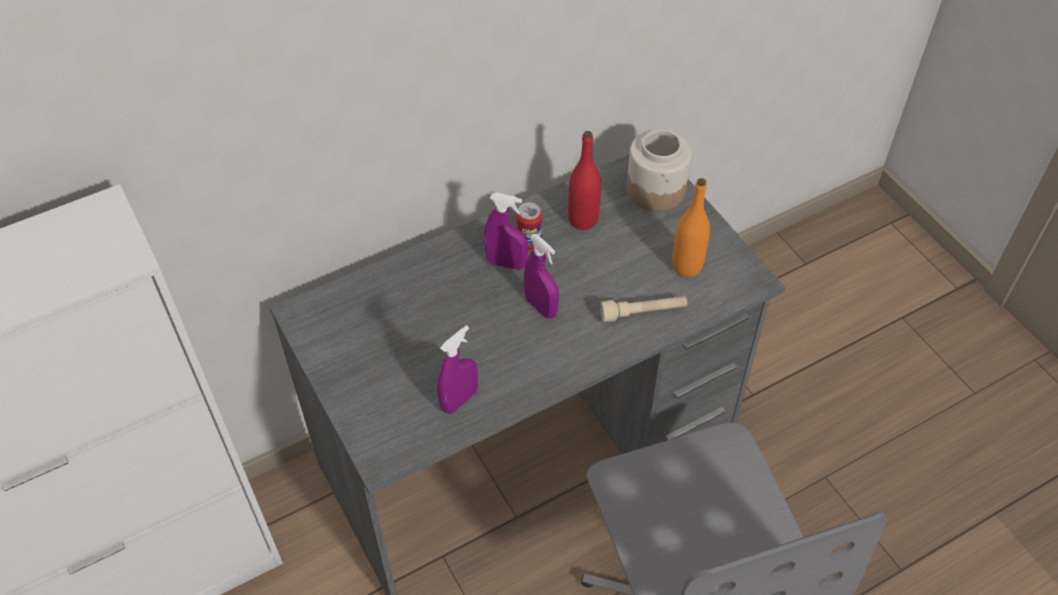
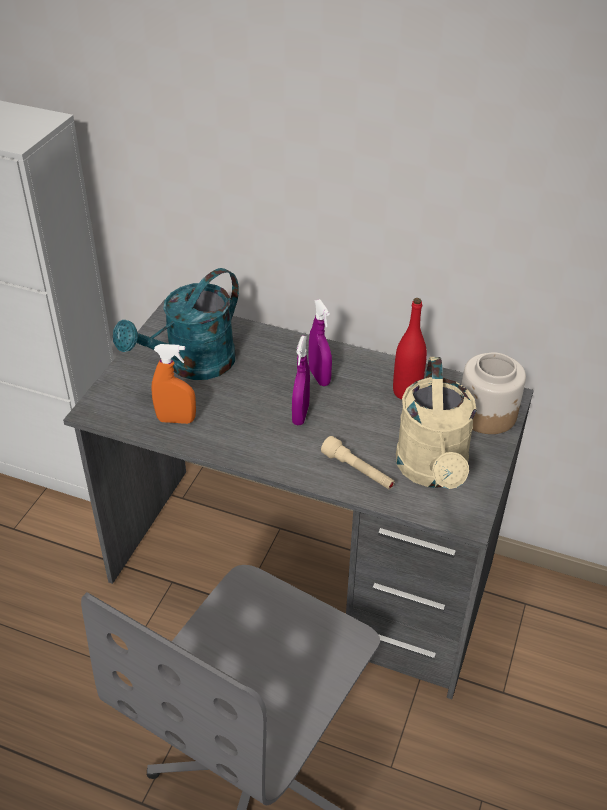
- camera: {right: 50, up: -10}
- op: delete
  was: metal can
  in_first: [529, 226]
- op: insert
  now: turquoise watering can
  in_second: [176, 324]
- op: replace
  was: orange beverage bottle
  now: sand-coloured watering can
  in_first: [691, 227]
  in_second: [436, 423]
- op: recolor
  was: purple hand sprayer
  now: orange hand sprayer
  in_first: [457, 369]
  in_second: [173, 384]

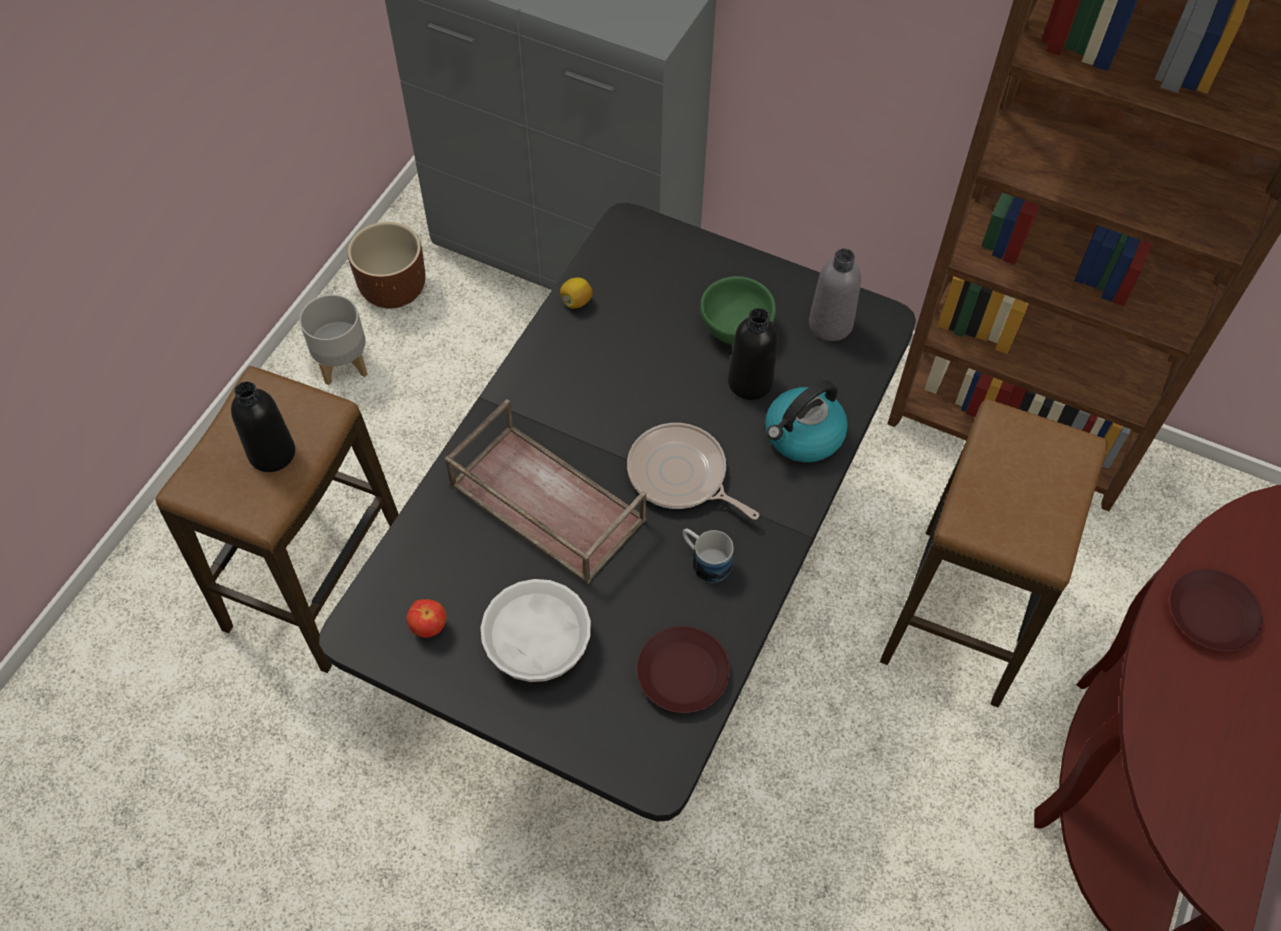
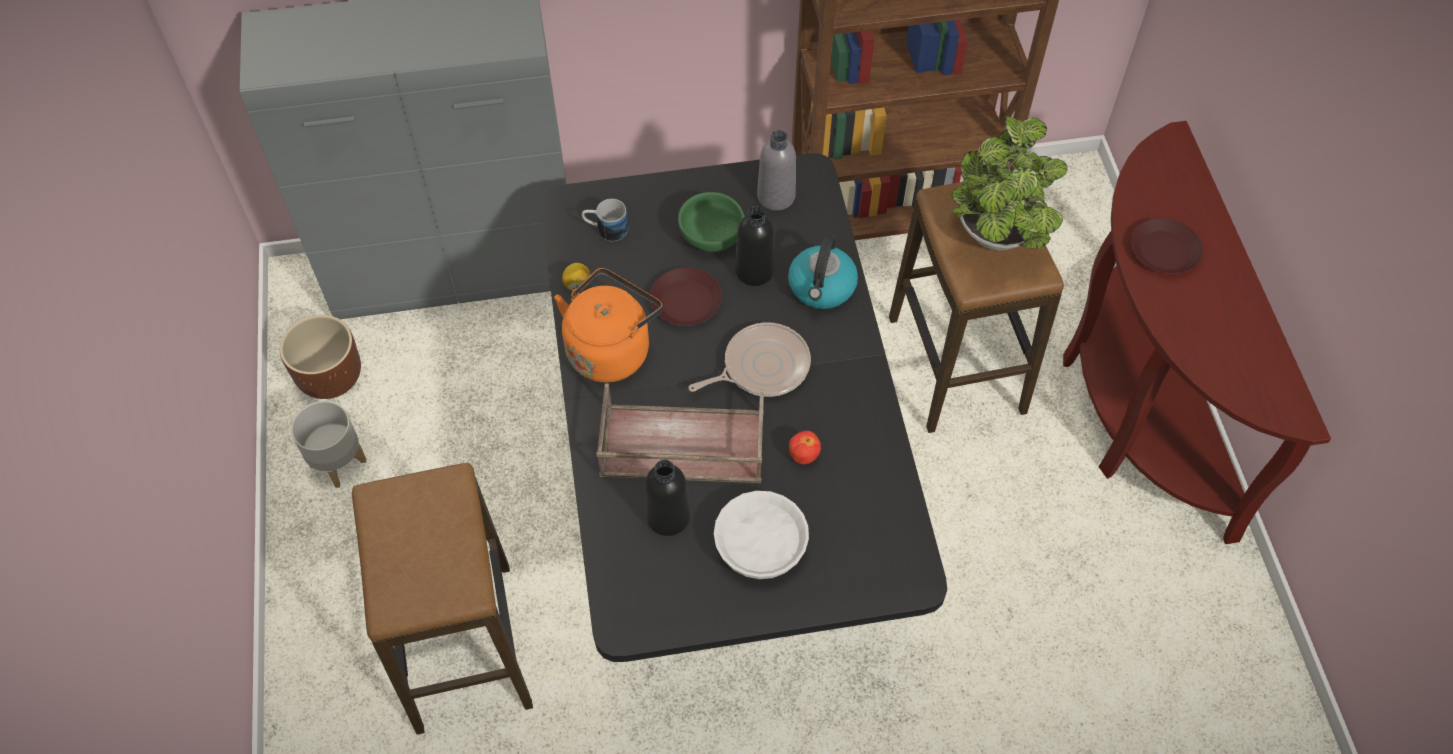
- camera: {right: -35, up: 0}
- op: insert
  now: orange tea kettle
  in_second: [608, 325]
- op: insert
  now: potted plant
  in_second: [1010, 183]
- op: move
  was: black-coloured beverage bottle
  in_first: [263, 426]
  in_second: [667, 498]
- op: move
  was: apple
  in_first: [426, 618]
  in_second: [805, 447]
- op: move
  was: brown plate
  in_first: [683, 669]
  in_second: [686, 296]
- op: move
  was: mug
  in_first: [708, 556]
  in_second: [605, 220]
- op: rotate
  was: pan
  in_first: [693, 471]
  in_second: [749, 359]
  clockwise: 150

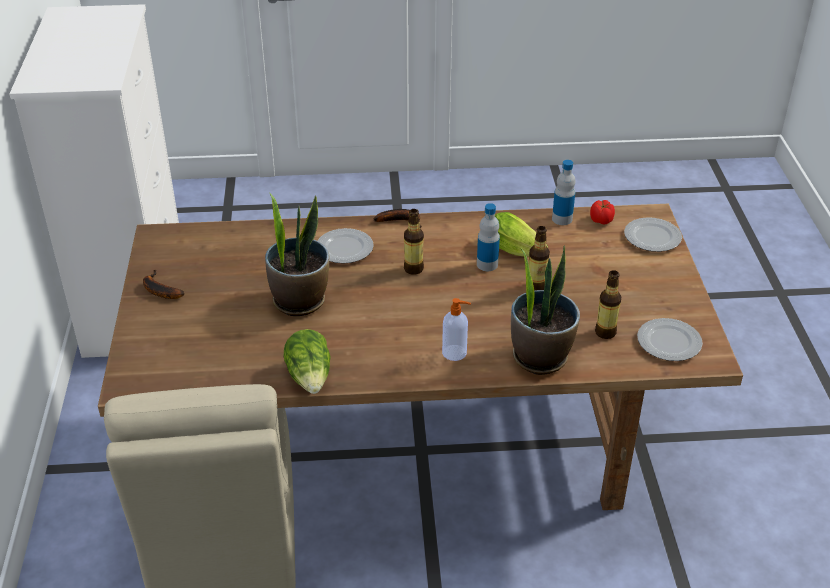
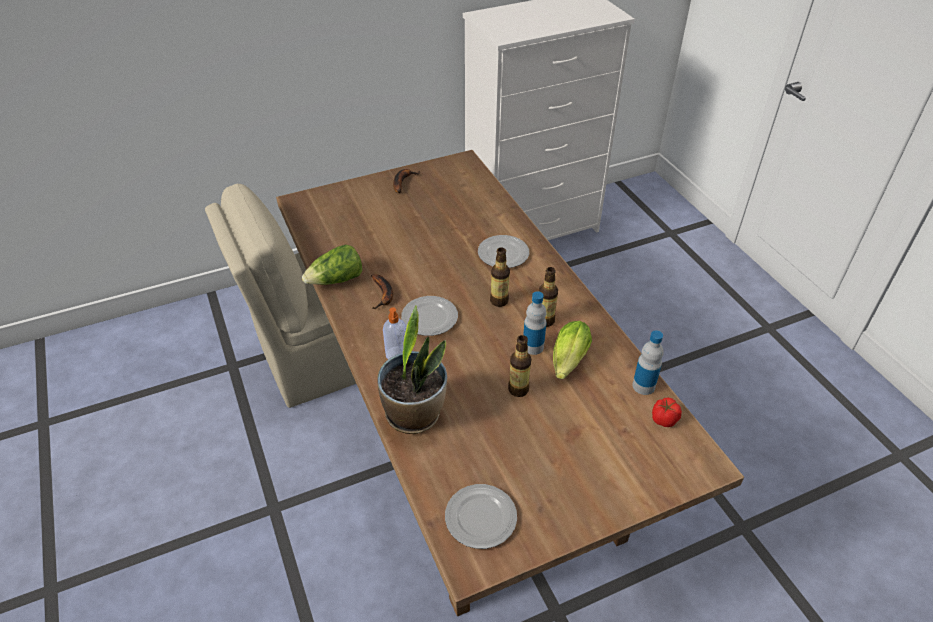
- camera: {right: 70, up: 5}
- op: delete
  was: potted plant
  in_first: [297, 254]
- op: move
  was: banana
  in_first: [397, 218]
  in_second: [382, 291]
- op: move
  was: beverage bottle
  in_first: [608, 304]
  in_second: [548, 297]
- op: move
  was: plate
  in_first: [653, 234]
  in_second: [429, 316]

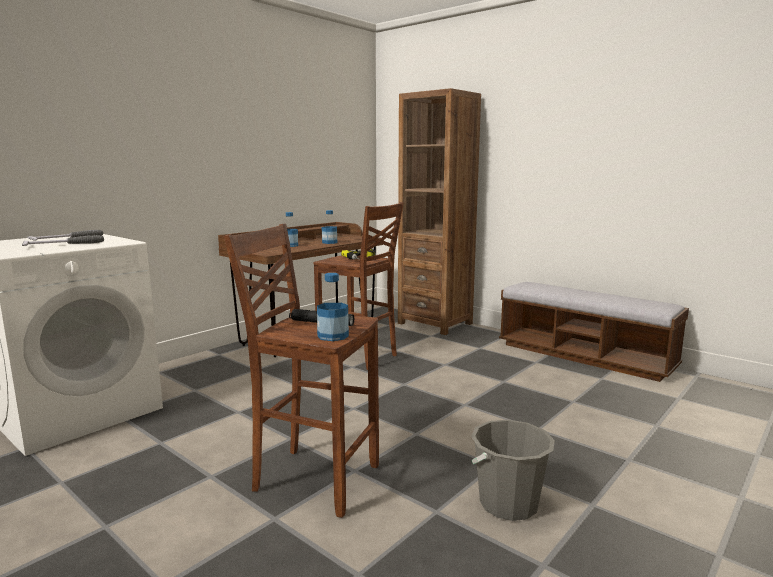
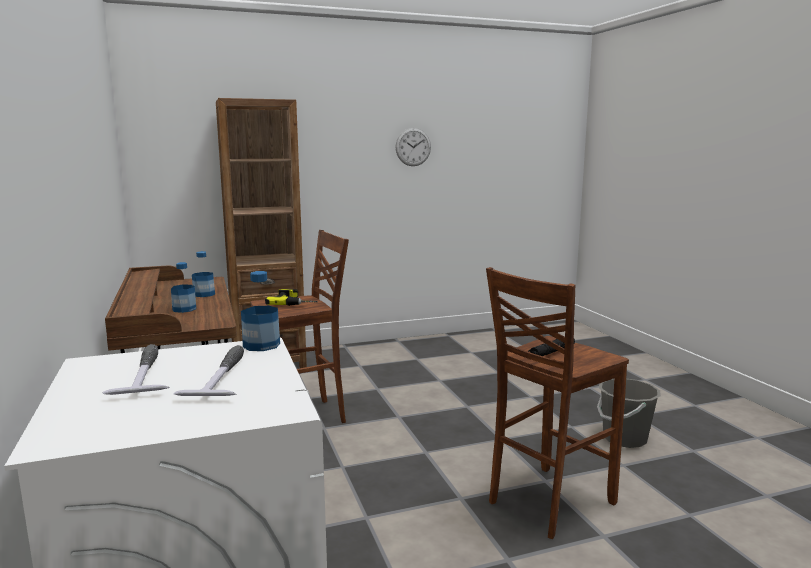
- camera: {right: -60, up: 0}
- op: delete
  was: long seat
  in_first: [594, 332]
- op: insert
  now: clock on the wall
  in_second: [413, 147]
- op: move
  was: beverage bottle
  in_first: [333, 307]
  in_second: [260, 311]

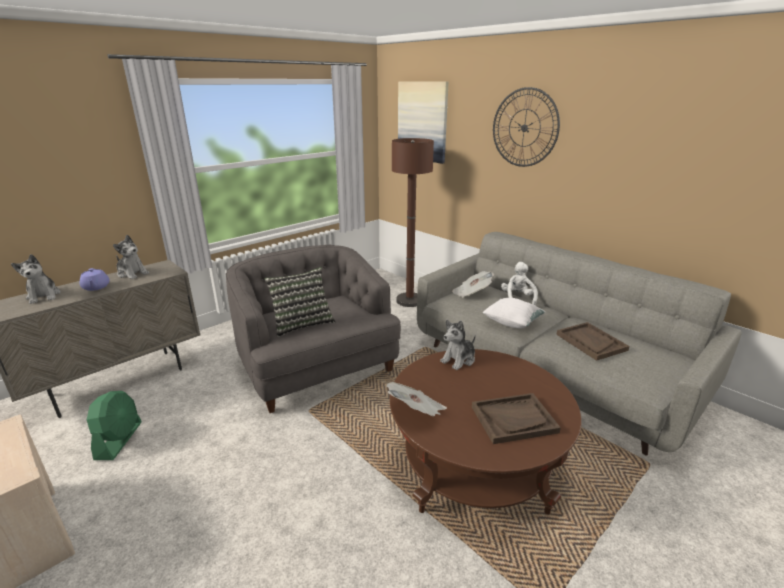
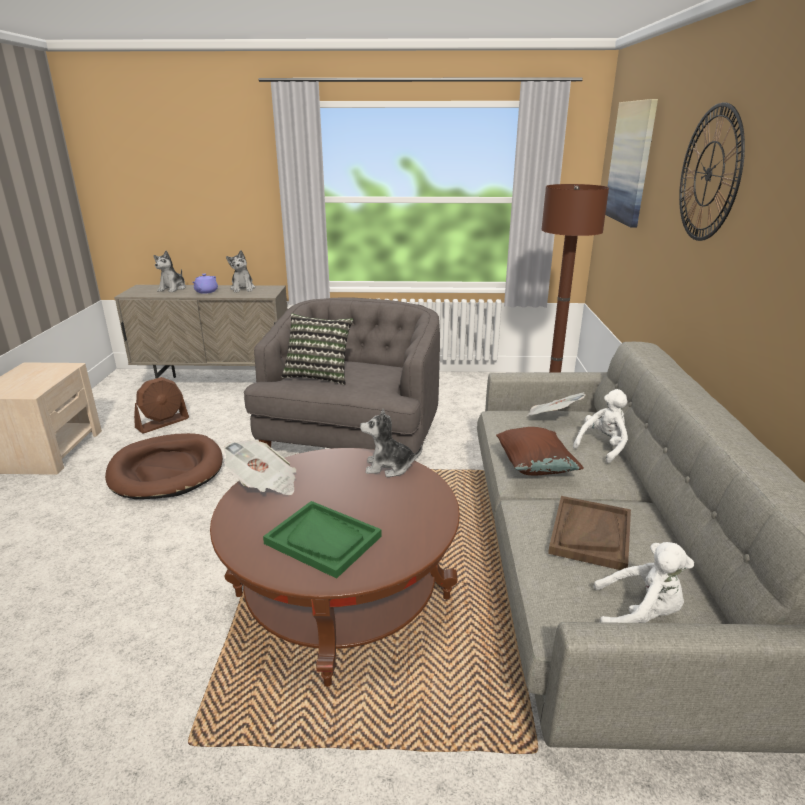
- camera: {right: 45, up: 0}
- op: insert
  now: brown dog cushion
  in_second: [164, 466]
- op: insert
  now: white-coloured plush toy
  in_second: [643, 582]
- op: recolor
  was: green electric fan
  now: brown electric fan
  in_first: [114, 425]
  in_second: [161, 405]
- op: recolor
  was: brown carrying tray
  now: green carrying tray
  in_first: [516, 418]
  in_second: [322, 540]
- op: recolor
  was: white-coloured pillow
  now: brown pillow
  in_first: [513, 313]
  in_second: [539, 451]

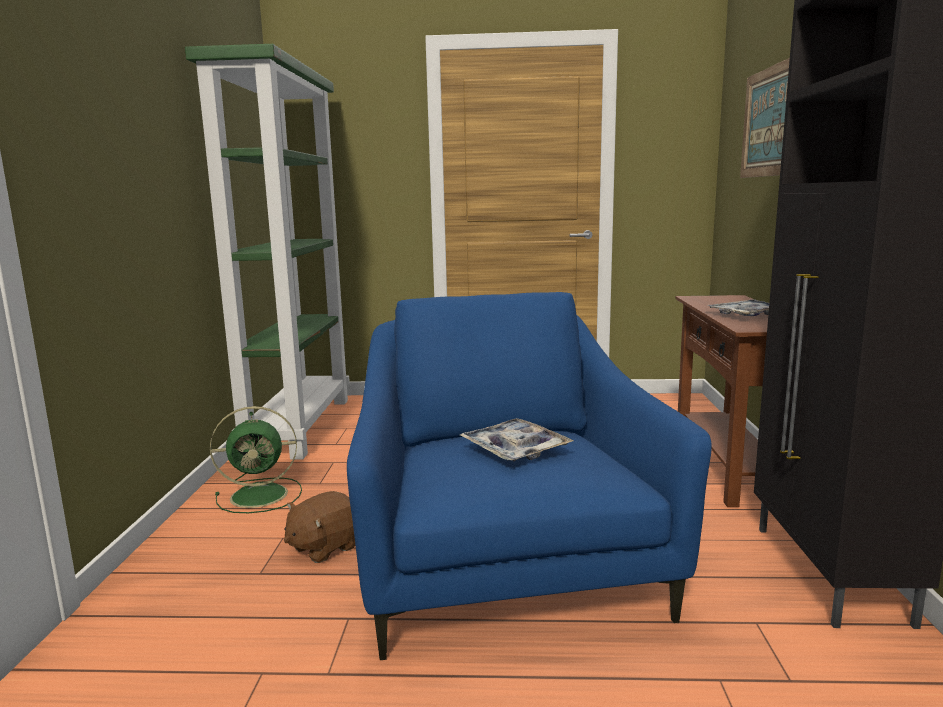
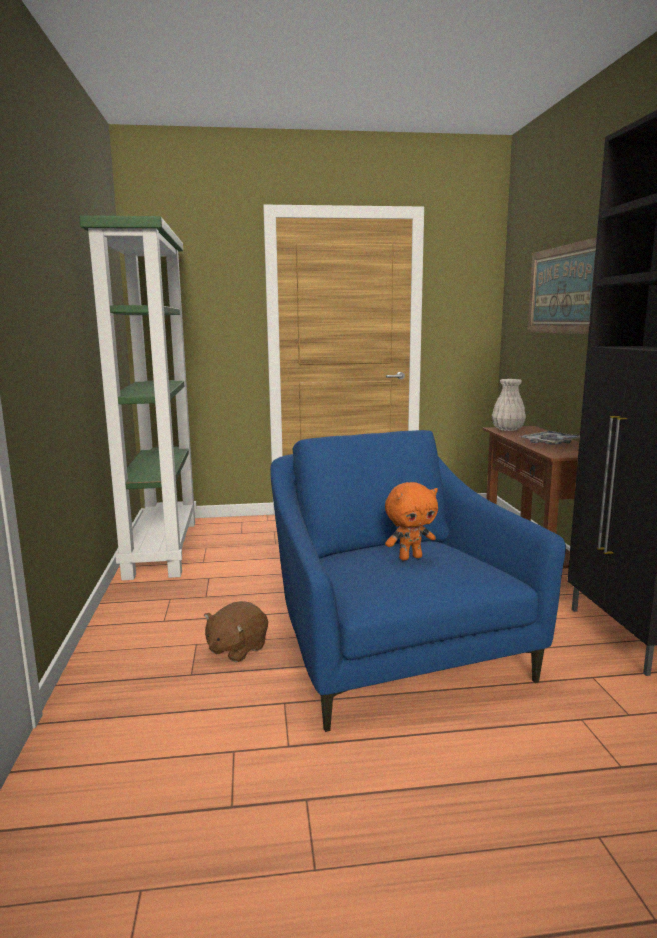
- camera: {right: -10, up: 0}
- op: delete
  was: green electric fan
  in_first: [256, 459]
- op: insert
  now: white-coloured decorative vase
  in_second: [509, 405]
- op: replace
  was: carrying tray
  now: orange plush toy
  in_first: [516, 439]
  in_second: [411, 521]

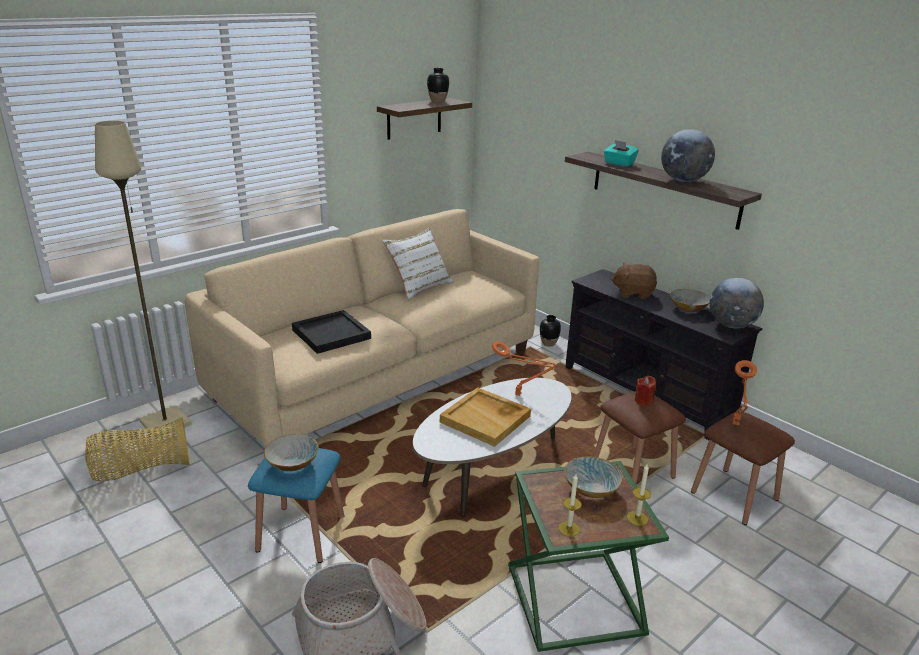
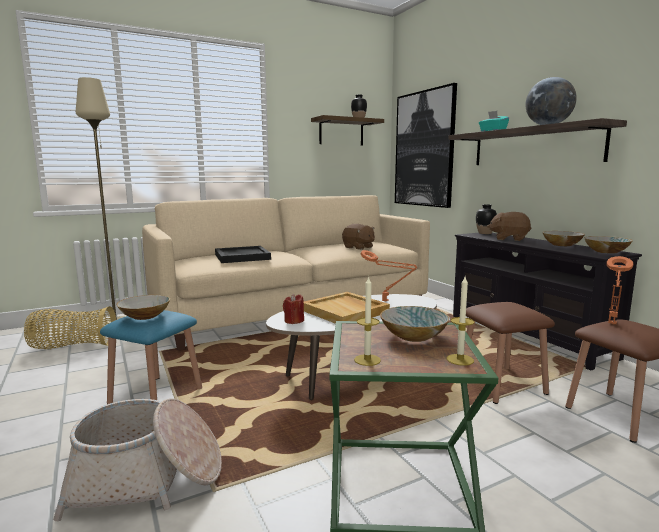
- camera: {right: 15, up: -15}
- op: delete
  was: white-coloured pillow
  in_first: [418, 263]
- op: insert
  now: brown plush toy
  in_second: [358, 237]
- op: insert
  now: picture
  in_second: [426, 145]
- op: move
  was: black-coloured decorative vase
  in_first: [550, 331]
  in_second: [486, 219]
- op: move
  was: reddish wax candle
  in_first: [645, 391]
  in_second: [293, 309]
- op: replace
  was: desk globe
  now: serving bowl
  in_first: [737, 303]
  in_second: [608, 245]

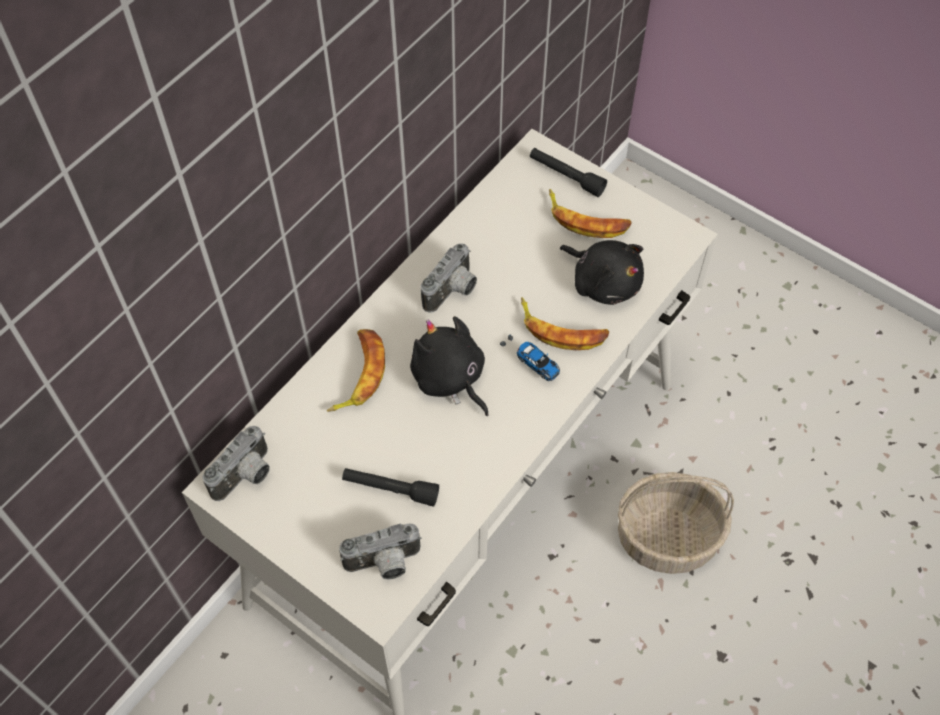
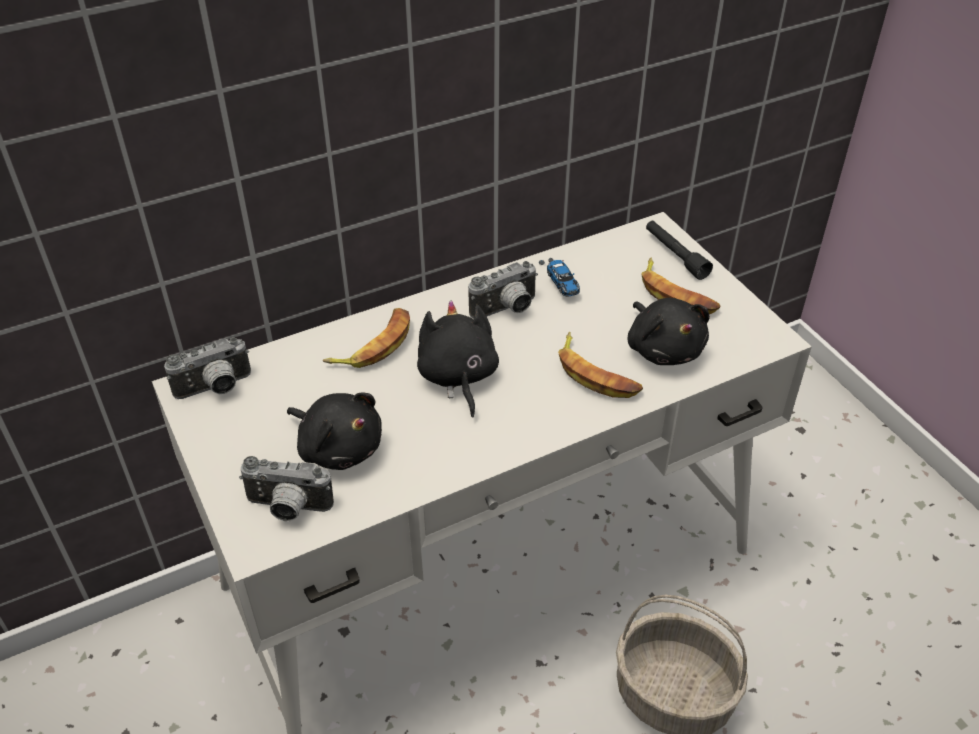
- camera: {right: 25, up: -15}
- op: move
  was: miniature car
  in_first: [530, 358]
  in_second: [559, 277]
- op: replace
  was: black-coloured torch
  now: black-coloured plush toy
  in_first: [390, 487]
  in_second: [334, 431]

